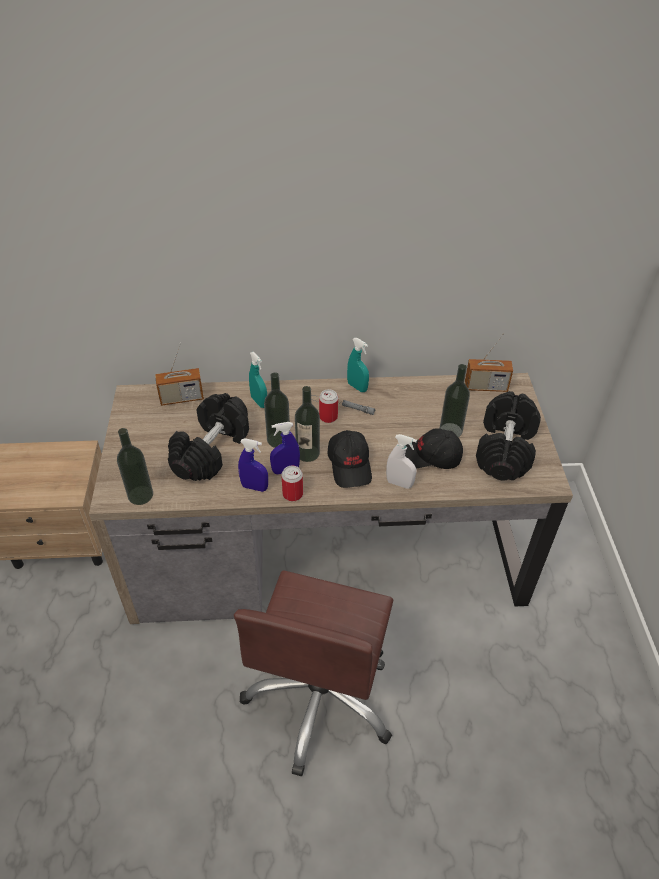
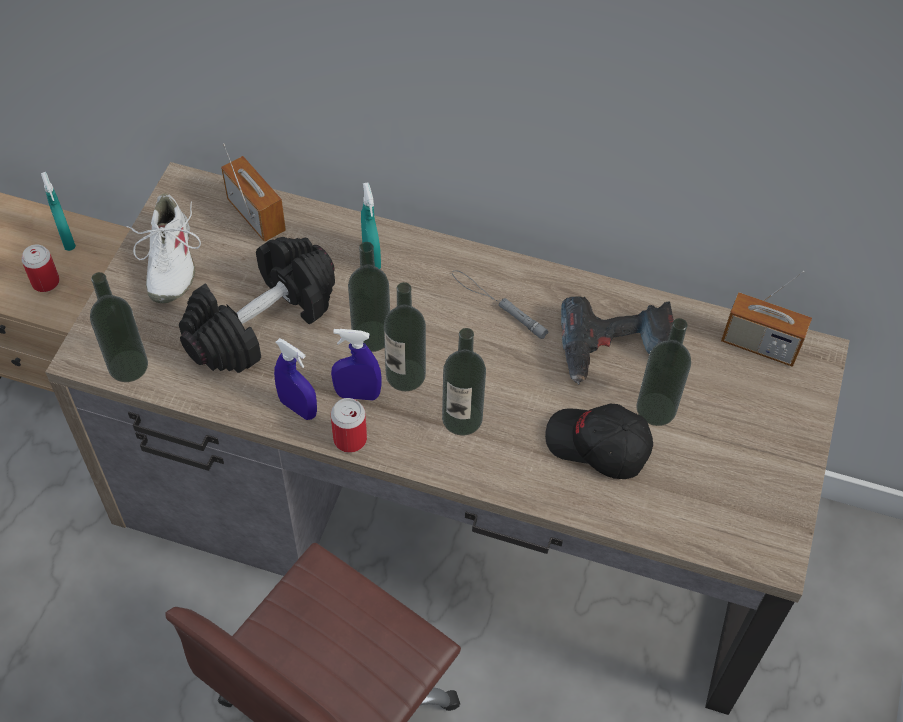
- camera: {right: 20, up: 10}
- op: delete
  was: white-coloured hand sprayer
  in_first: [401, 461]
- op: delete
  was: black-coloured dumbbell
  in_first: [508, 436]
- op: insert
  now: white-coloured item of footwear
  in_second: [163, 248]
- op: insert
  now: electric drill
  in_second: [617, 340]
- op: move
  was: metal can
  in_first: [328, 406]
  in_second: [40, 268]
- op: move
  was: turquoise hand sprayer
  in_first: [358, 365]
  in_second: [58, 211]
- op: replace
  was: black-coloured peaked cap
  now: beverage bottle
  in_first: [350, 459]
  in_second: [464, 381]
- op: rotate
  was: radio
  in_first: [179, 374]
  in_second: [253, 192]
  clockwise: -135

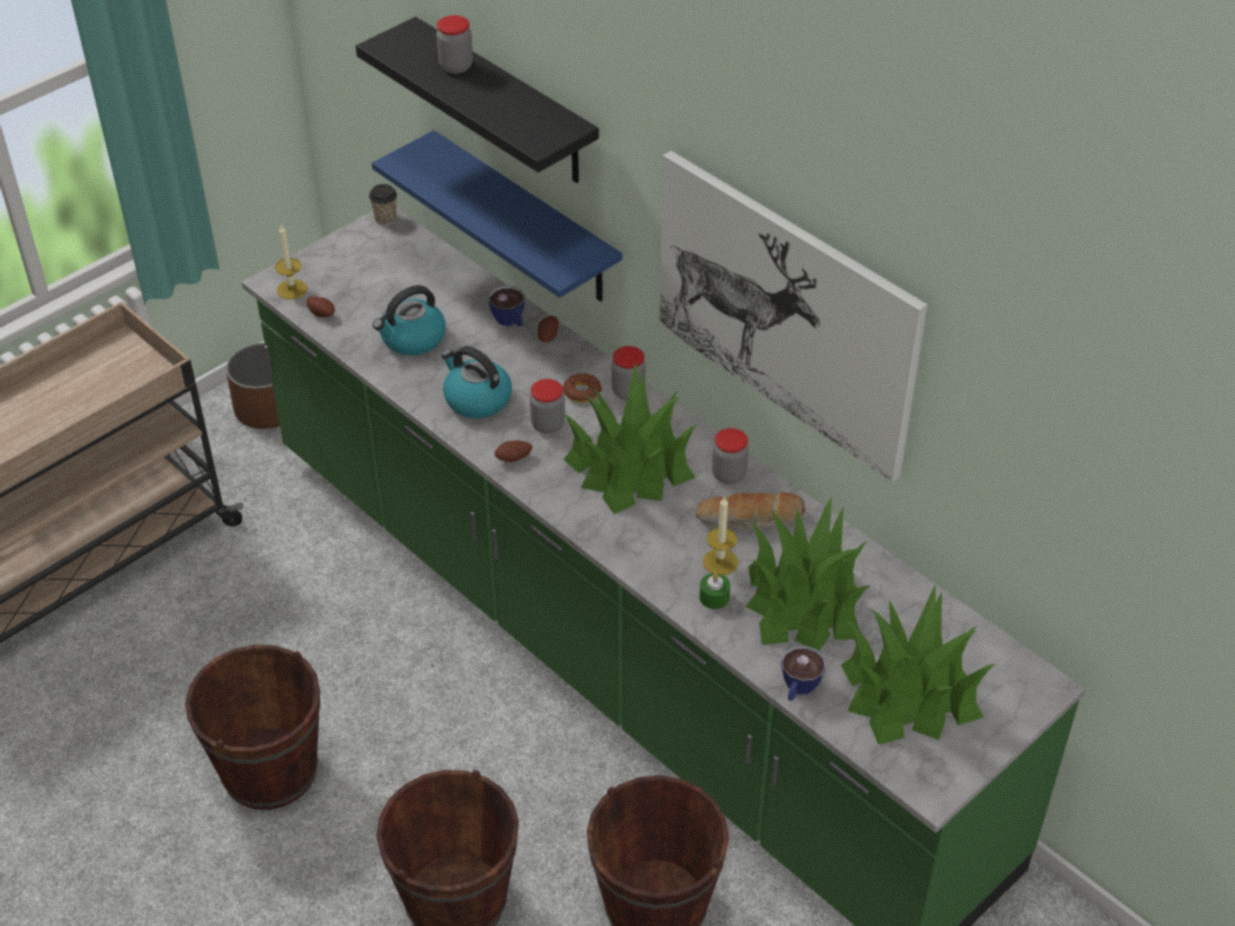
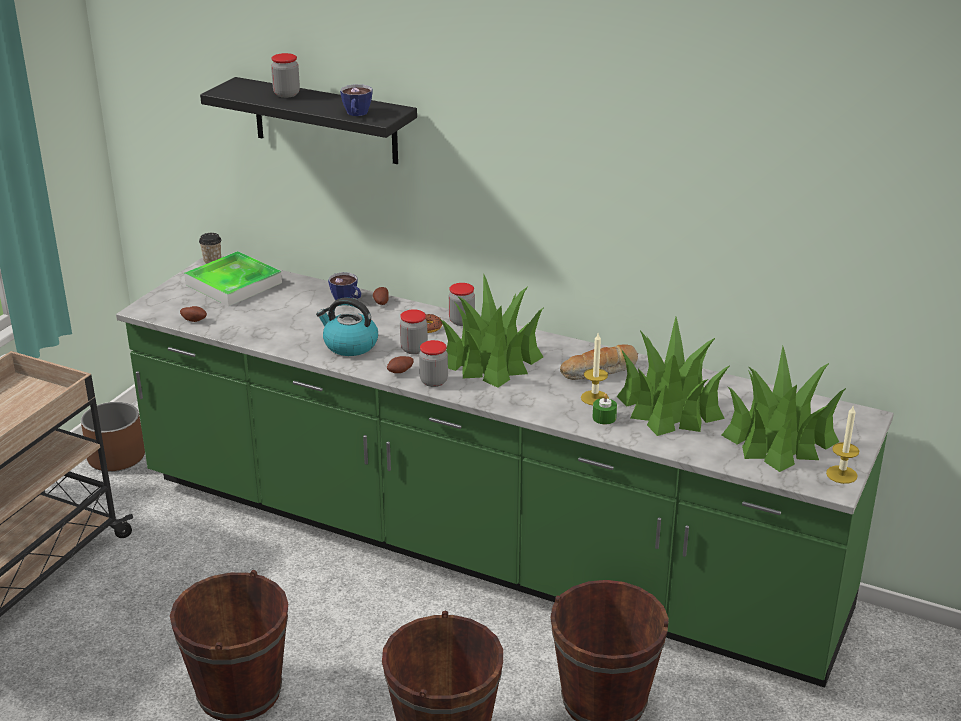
- camera: {right: -20, up: -15}
- op: delete
  was: blue bracket shelf
  in_first: [497, 216]
- op: delete
  was: tea kettle
  in_first: [409, 320]
- op: delete
  was: picture
  in_first: [793, 316]
- op: insert
  now: carrying tray
  in_second: [233, 278]
- op: move
  was: wax candle
  in_first: [291, 262]
  in_second: [842, 445]
- op: move
  was: storage jar
  in_first: [730, 456]
  in_second: [433, 363]
- op: move
  was: small cup
  in_first: [803, 673]
  in_second: [356, 100]

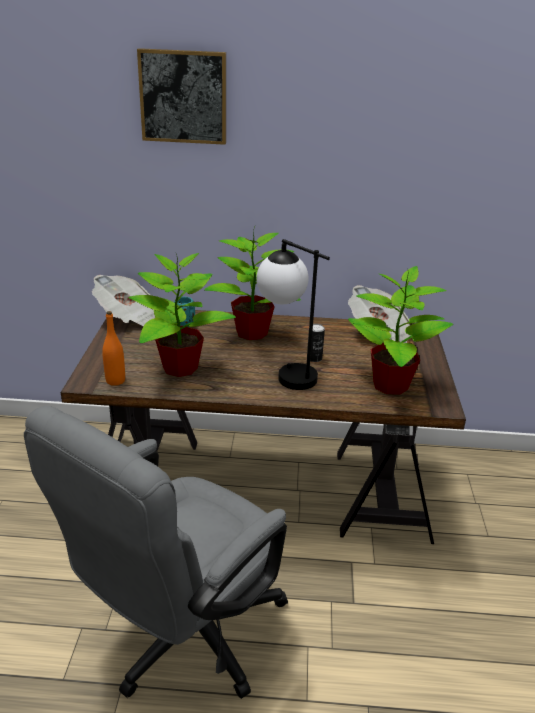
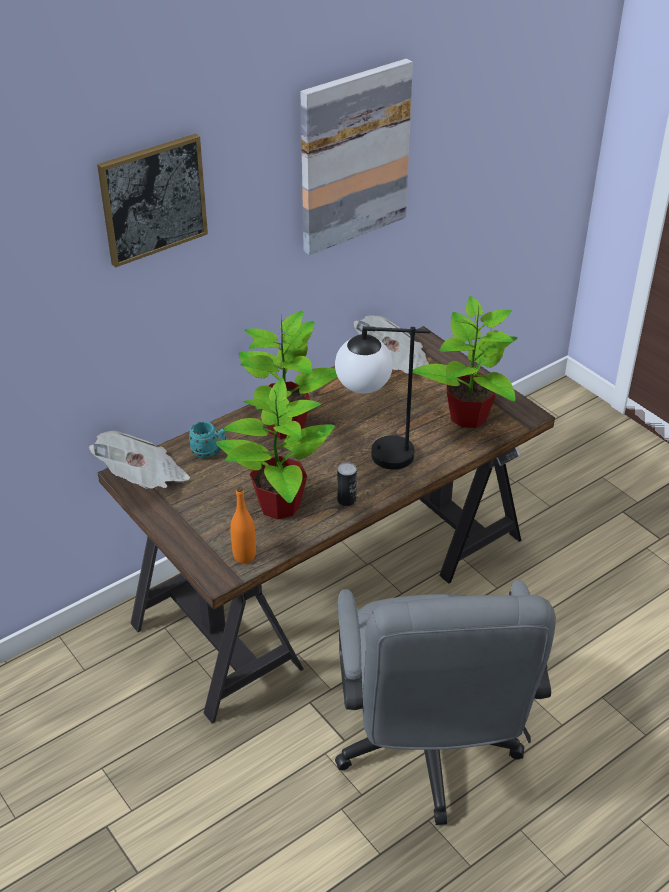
- camera: {right: -40, up: 10}
- op: insert
  now: picture
  in_second: [356, 157]
- op: move
  was: metal can
  in_first: [316, 343]
  in_second: [347, 484]

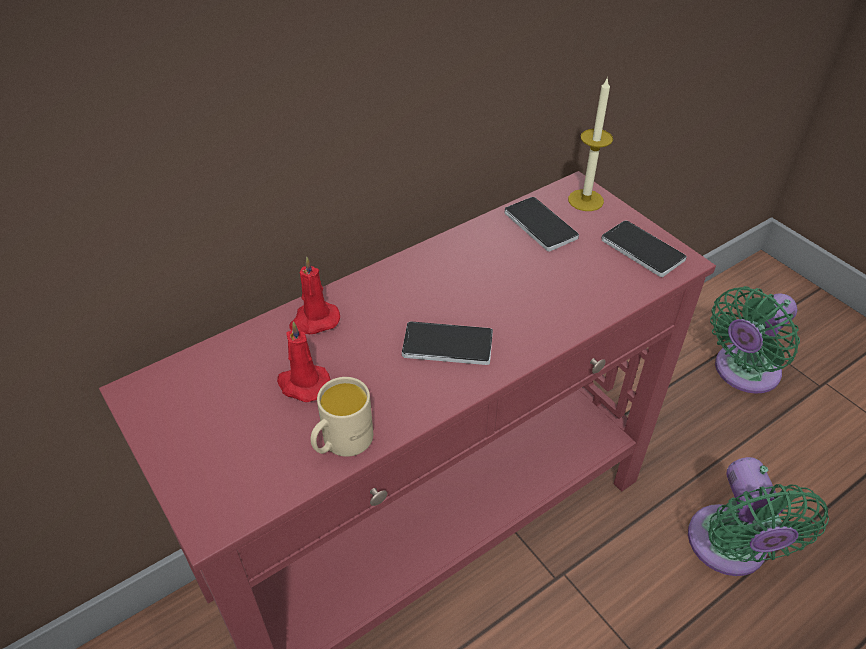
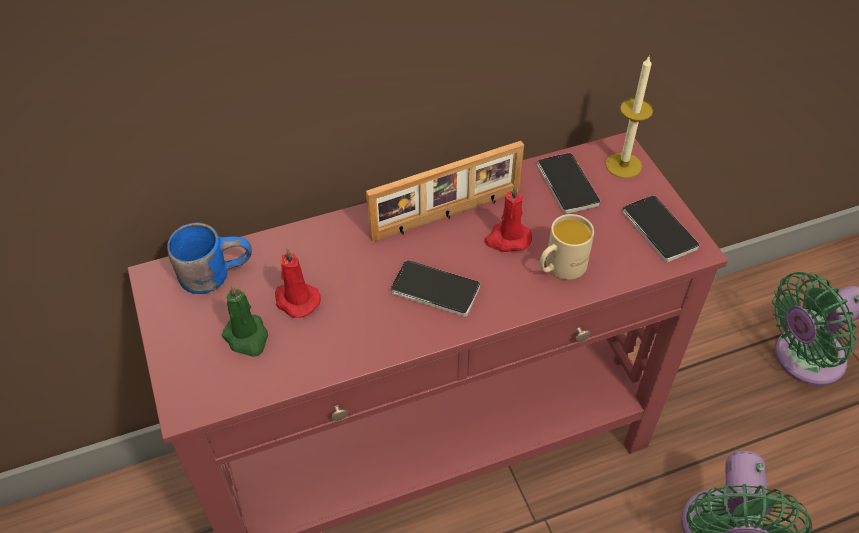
- camera: {right: 15, up: 5}
- op: insert
  now: blue mug
  in_second: [209, 258]
- op: insert
  now: green wax candle
  in_second: [245, 320]
- op: insert
  now: photo frame
  in_second: [445, 191]
- op: move
  was: reddish wax candle
  in_first: [314, 295]
  in_second: [508, 218]
- op: move
  was: sand-coloured mug
  in_first: [342, 417]
  in_second: [566, 247]

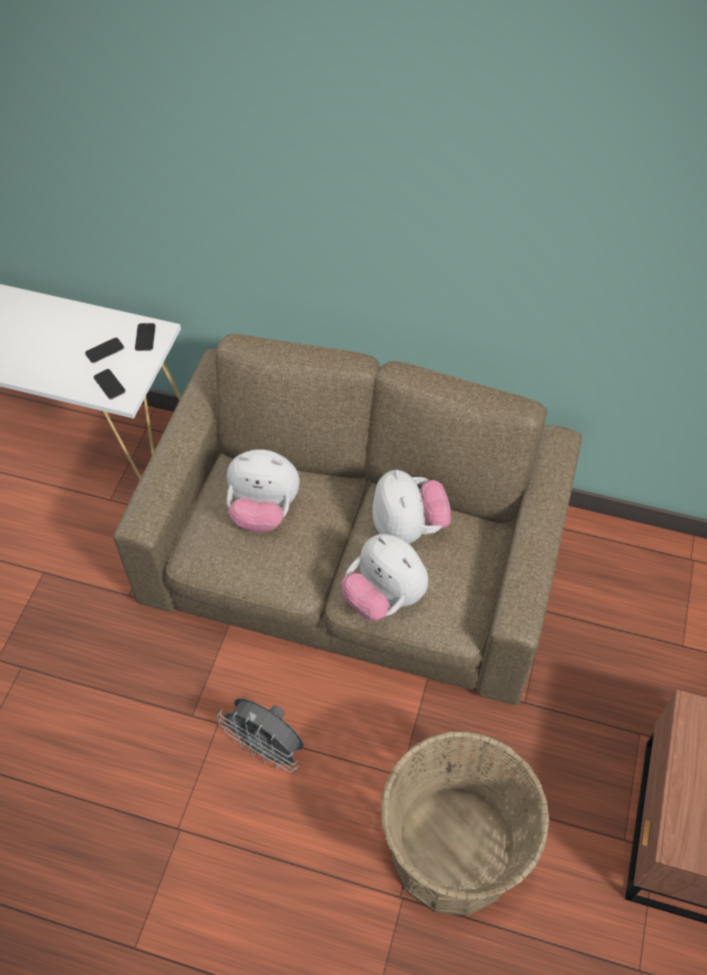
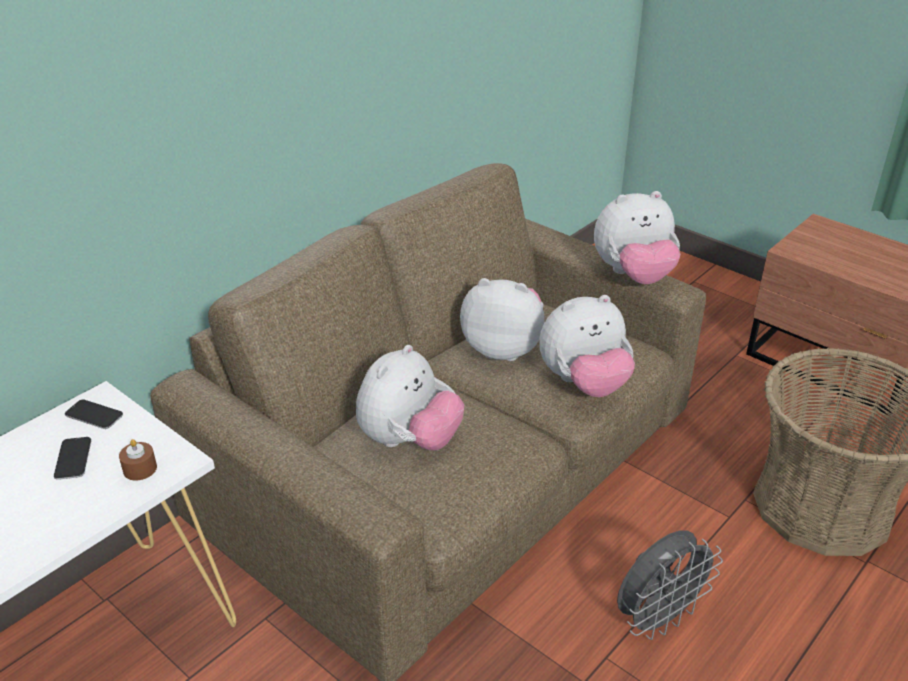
- camera: {right: -65, up: -20}
- op: insert
  now: plush toy
  in_second: [637, 237]
- op: replace
  was: phone
  now: brown wax candle
  in_first: [110, 384]
  in_second: [138, 460]

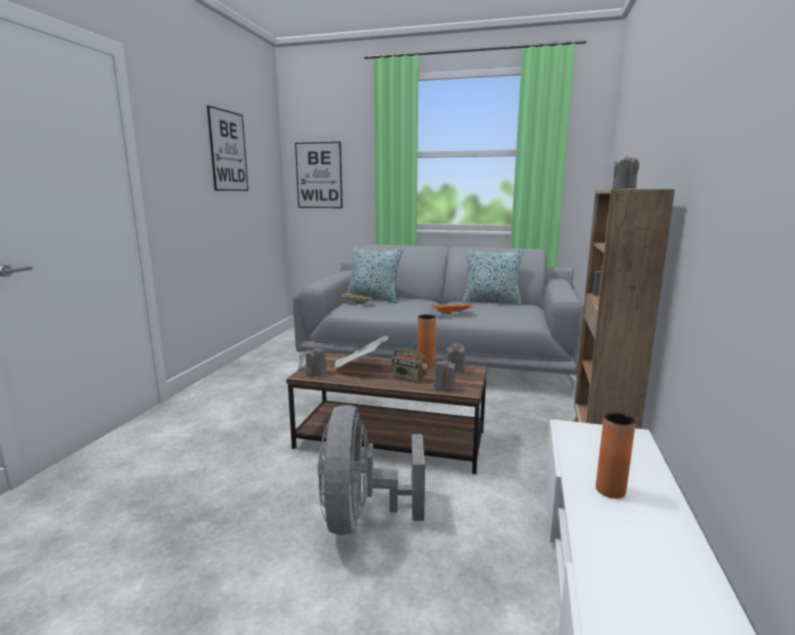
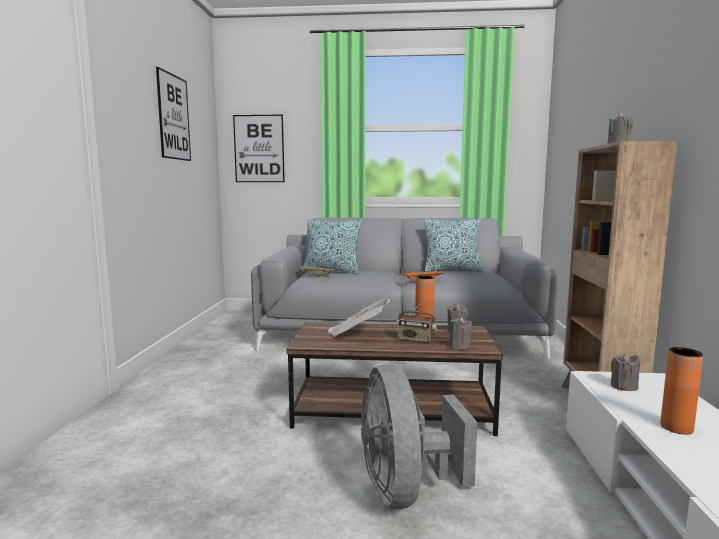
- camera: {right: -10, up: -5}
- op: move
  was: greyish wax candle
  in_first: [316, 361]
  in_second: [625, 371]

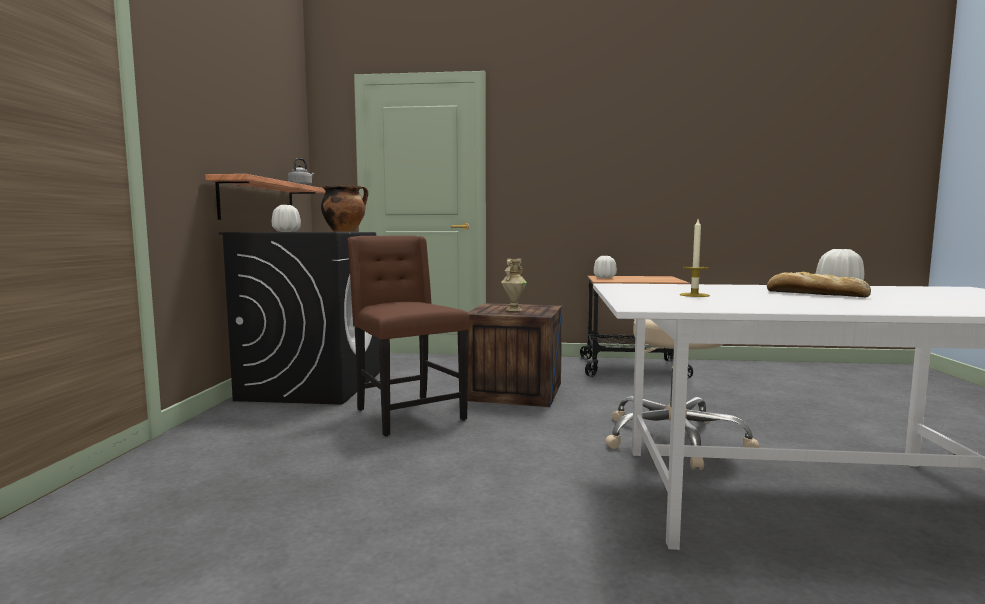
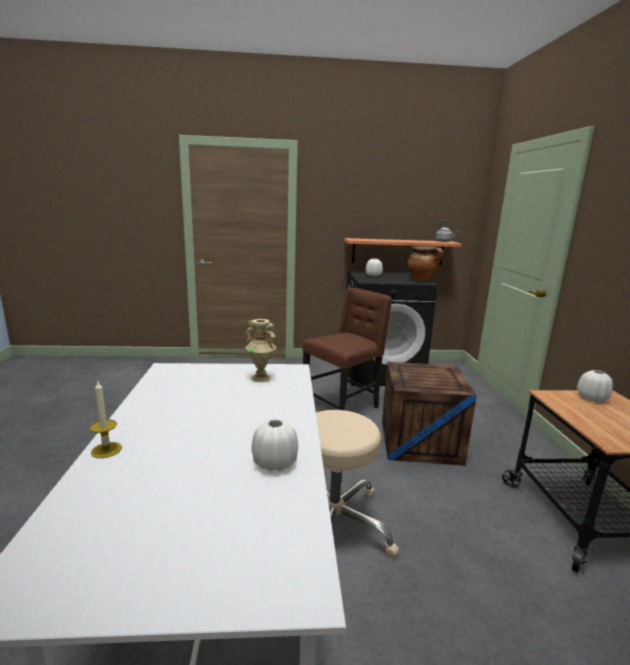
- camera: {right: 80, up: 10}
- op: delete
  was: bakery bread
  in_first: [819, 284]
- op: move
  was: sand-coloured decorative vase
  in_first: [514, 285]
  in_second: [261, 350]
- op: move
  was: wax candle
  in_first: [695, 258]
  in_second: [106, 420]

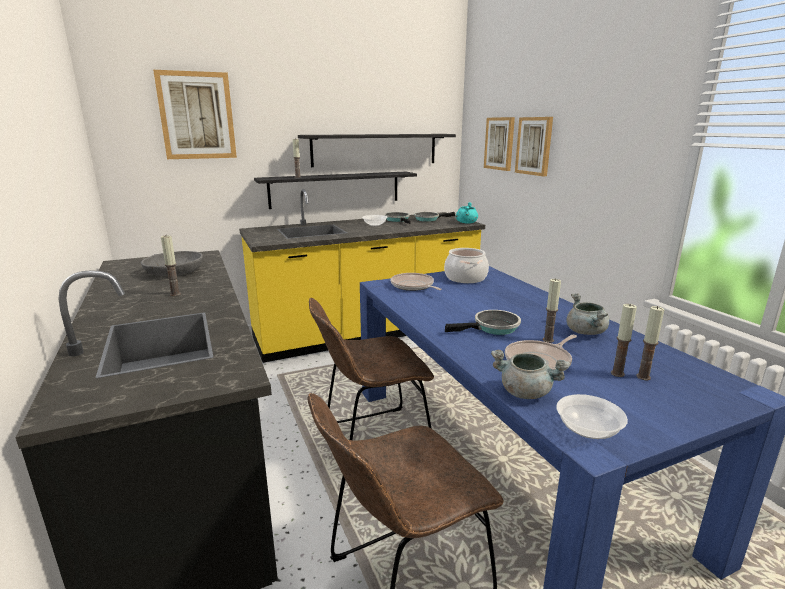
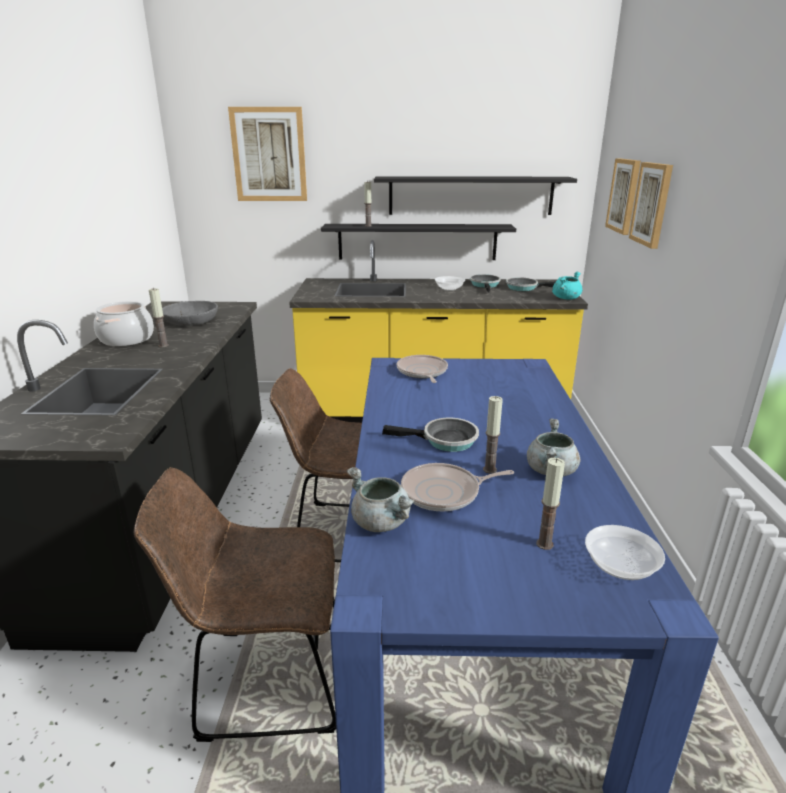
- camera: {right: 25, up: 5}
- op: delete
  was: wax candle
  in_first: [624, 340]
- op: move
  was: stockpot
  in_first: [466, 265]
  in_second: [124, 323]
- op: move
  was: serving bowl
  in_first: [592, 416]
  in_second: [625, 552]

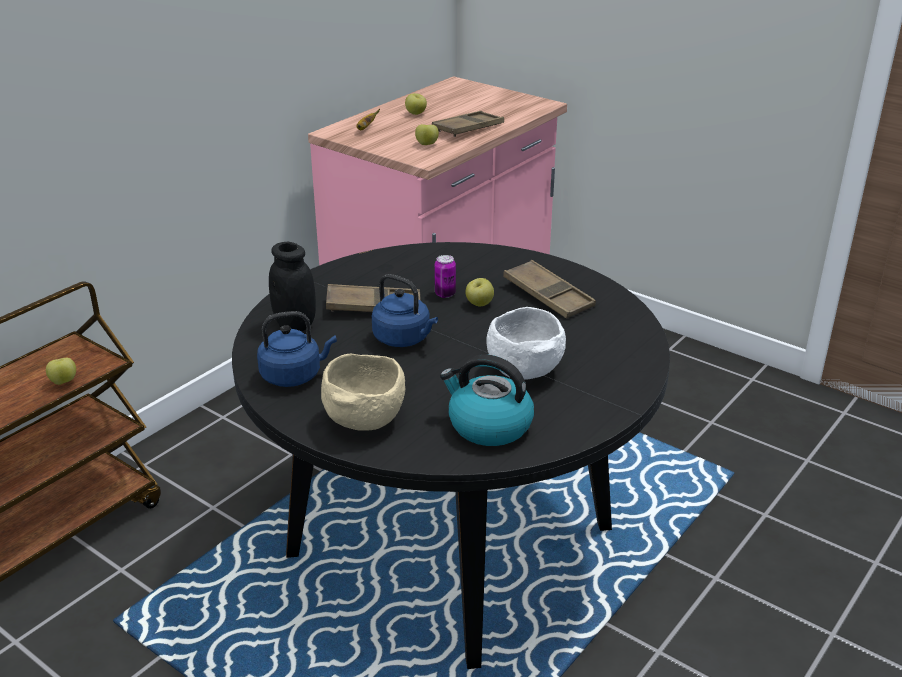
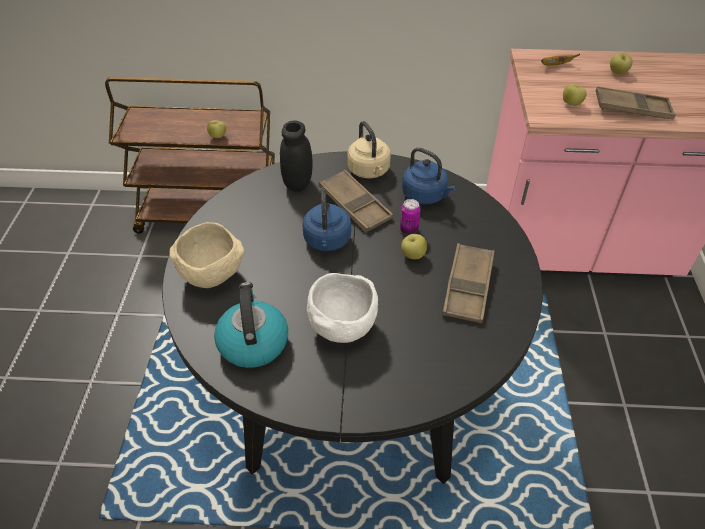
- camera: {right: 55, up: 15}
- op: insert
  now: sand-coloured tea kettle
  in_second: [369, 149]
- op: move
  was: blue tea kettle
  in_first: [297, 349]
  in_second: [429, 175]

